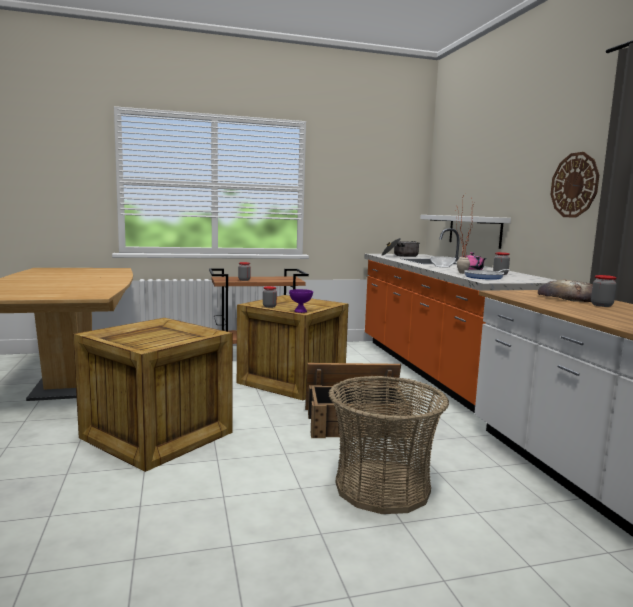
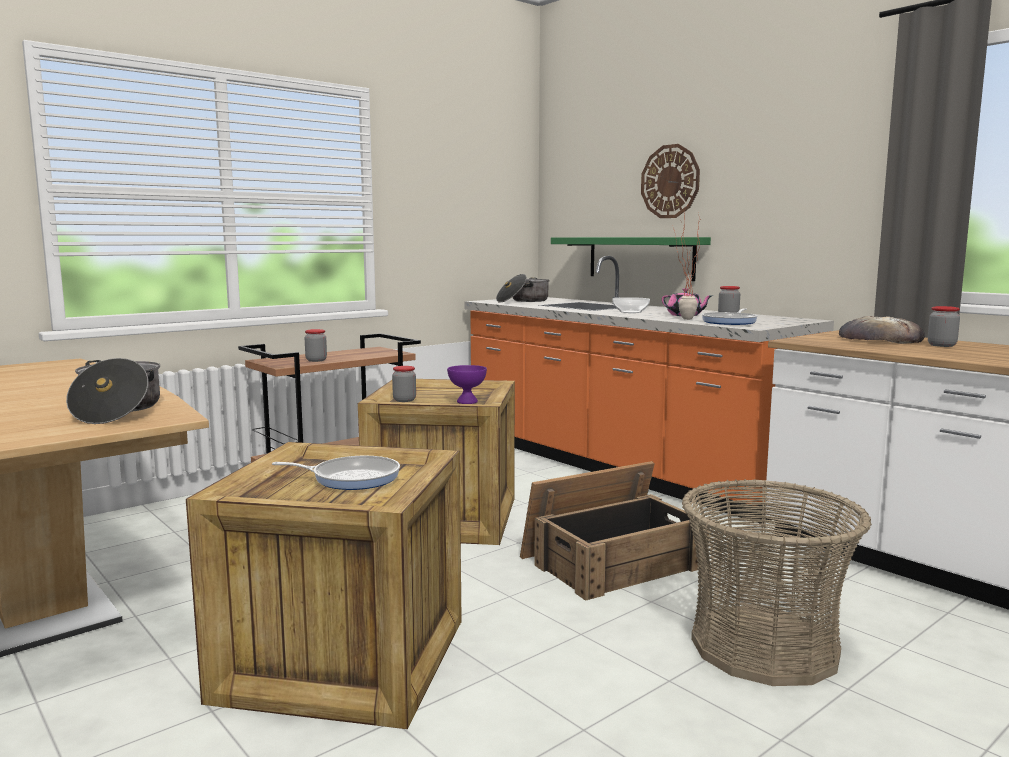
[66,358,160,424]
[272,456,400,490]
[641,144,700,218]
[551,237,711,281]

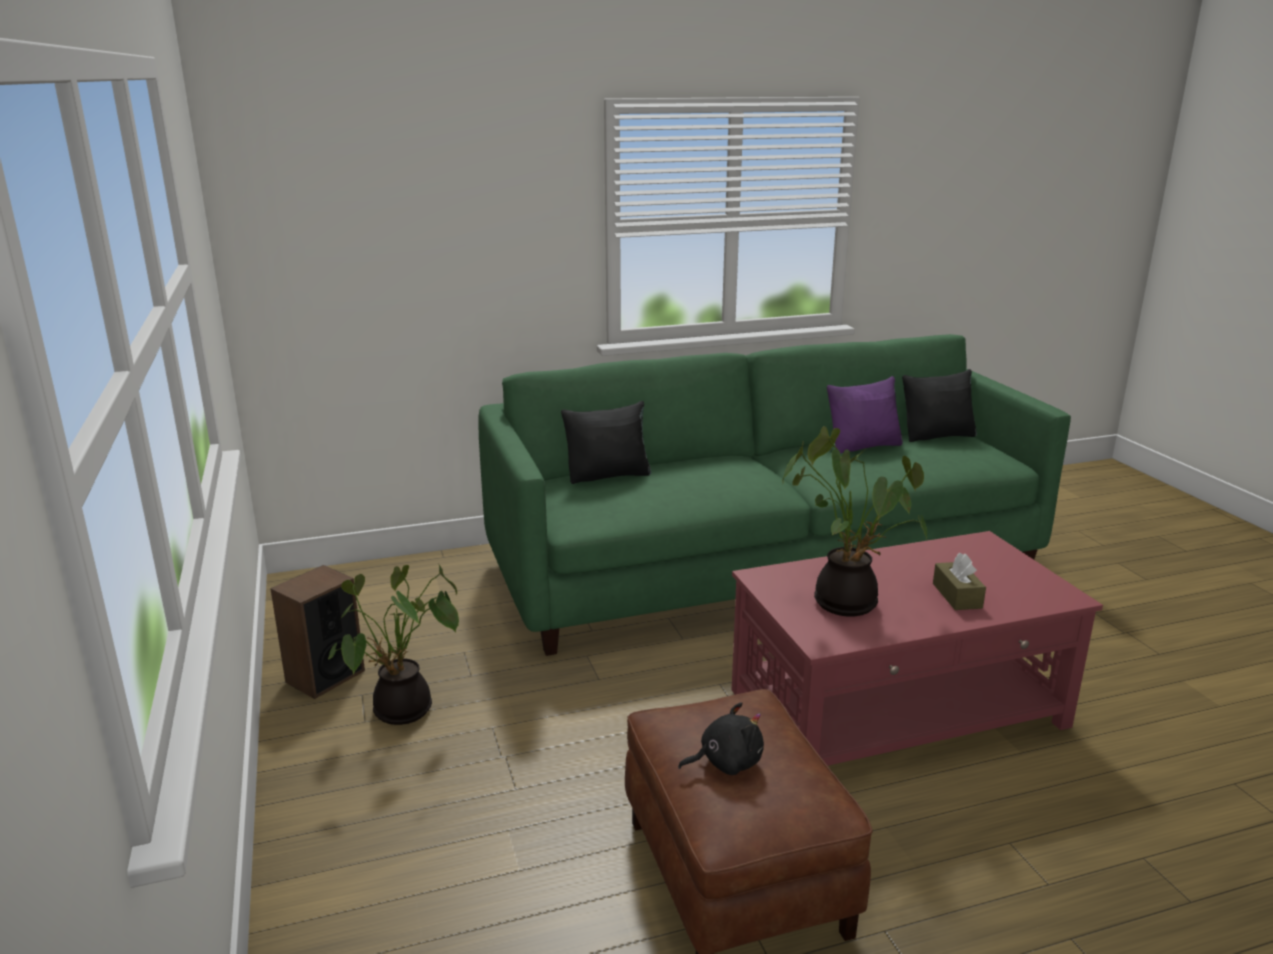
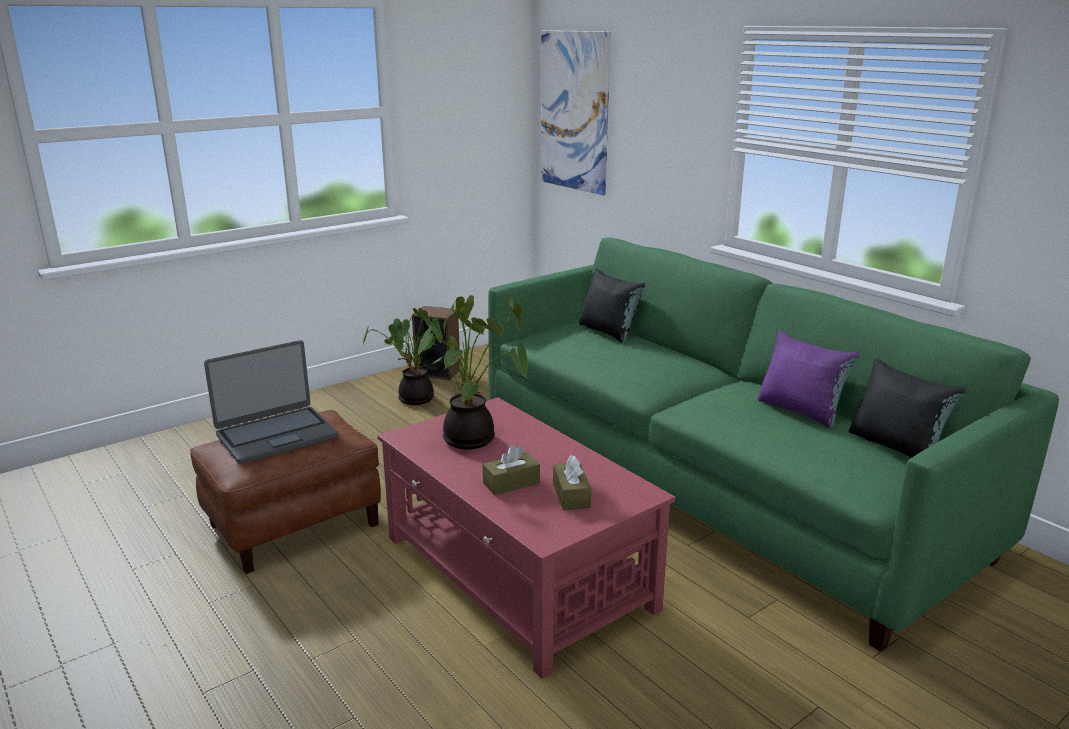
[541,30,611,195]
[553,455,592,510]
[204,340,338,464]

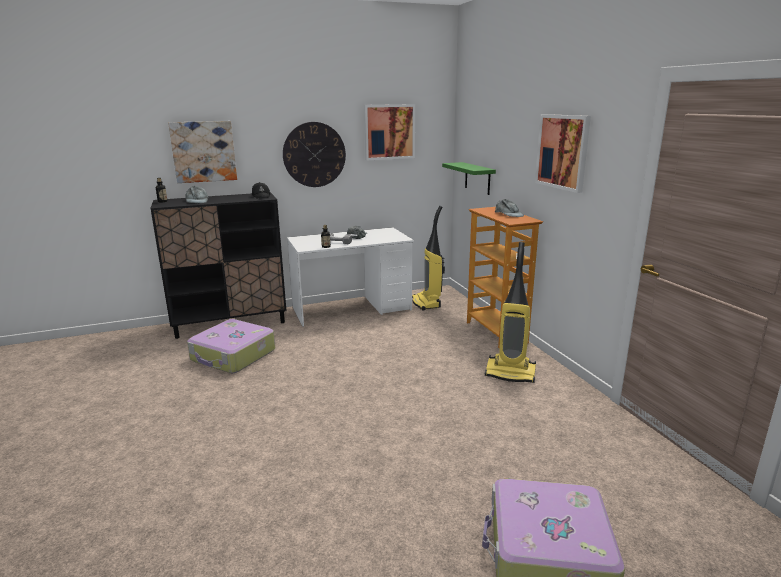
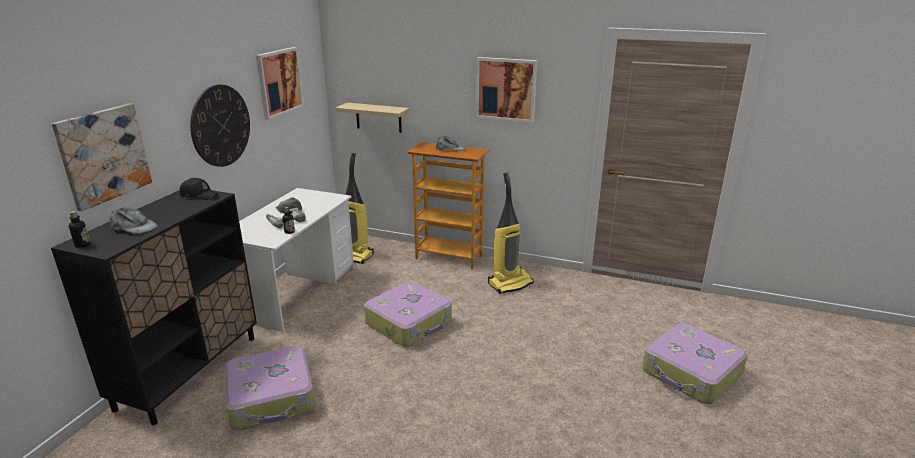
[364,281,452,347]
[335,103,410,133]

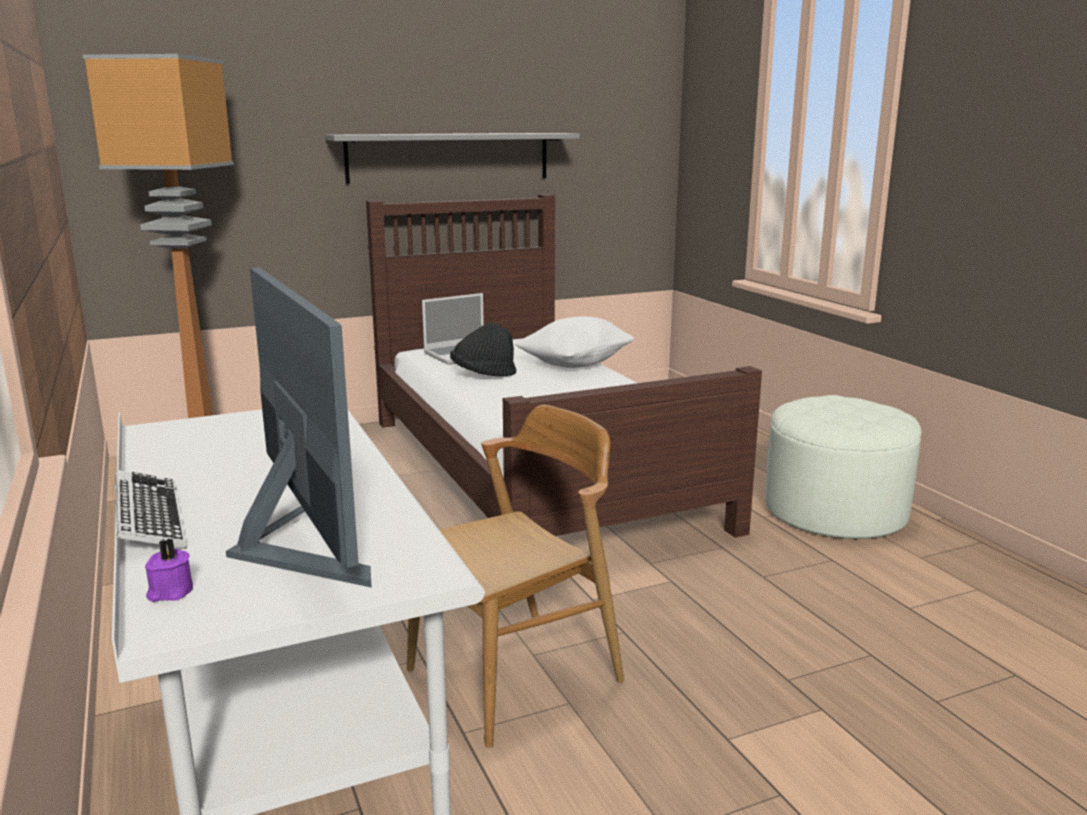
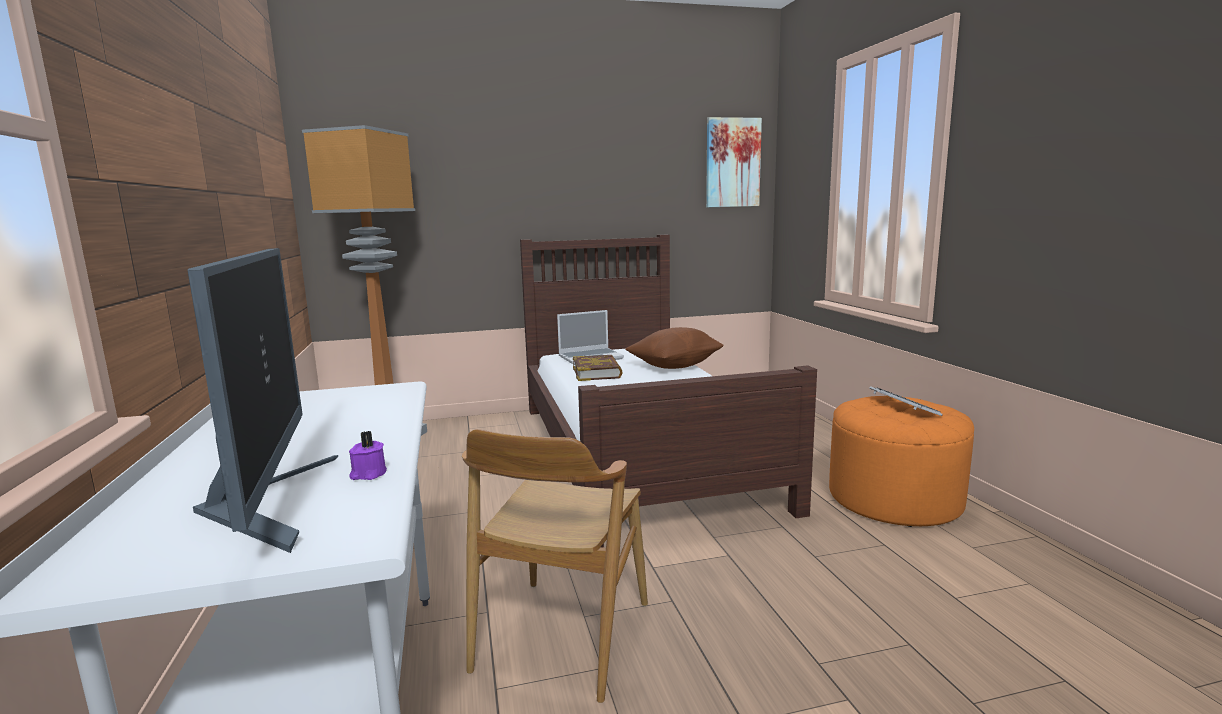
[325,133,580,184] (first image)
[706,117,762,207]
[869,386,942,416]
[349,431,387,480]
[573,355,623,381]
[625,327,724,369]
[829,395,974,527]
[462,429,648,703]

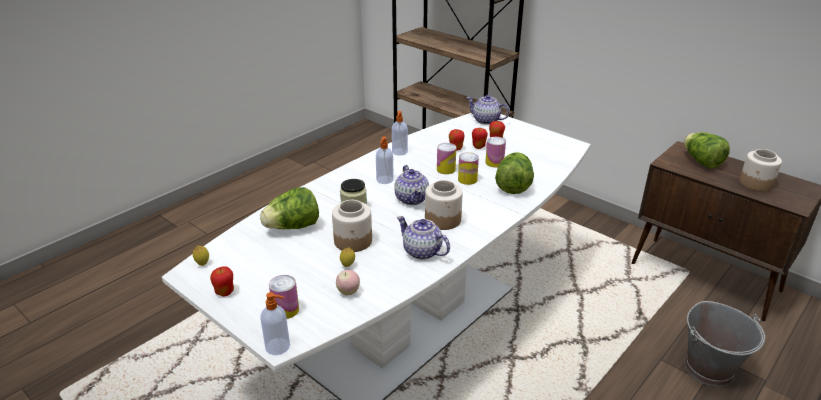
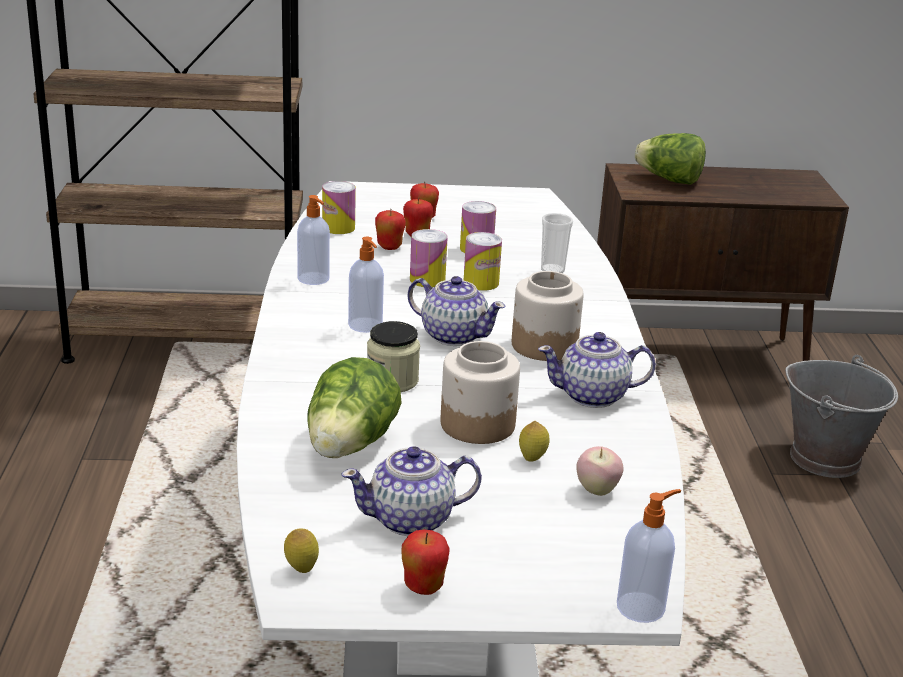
[739,149,782,192] (first image)
[322,181,356,234]
[341,446,482,536]
[541,213,573,273]

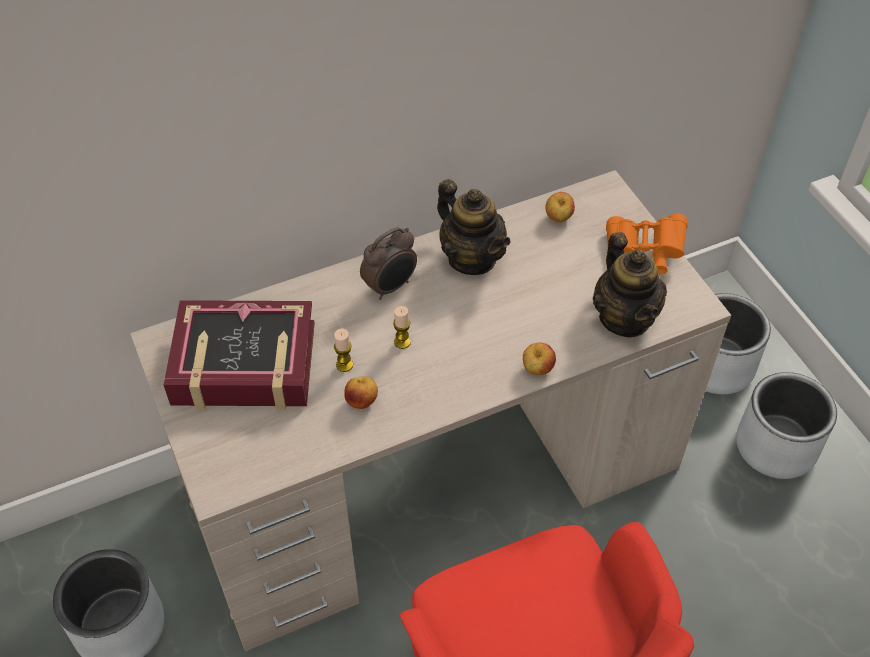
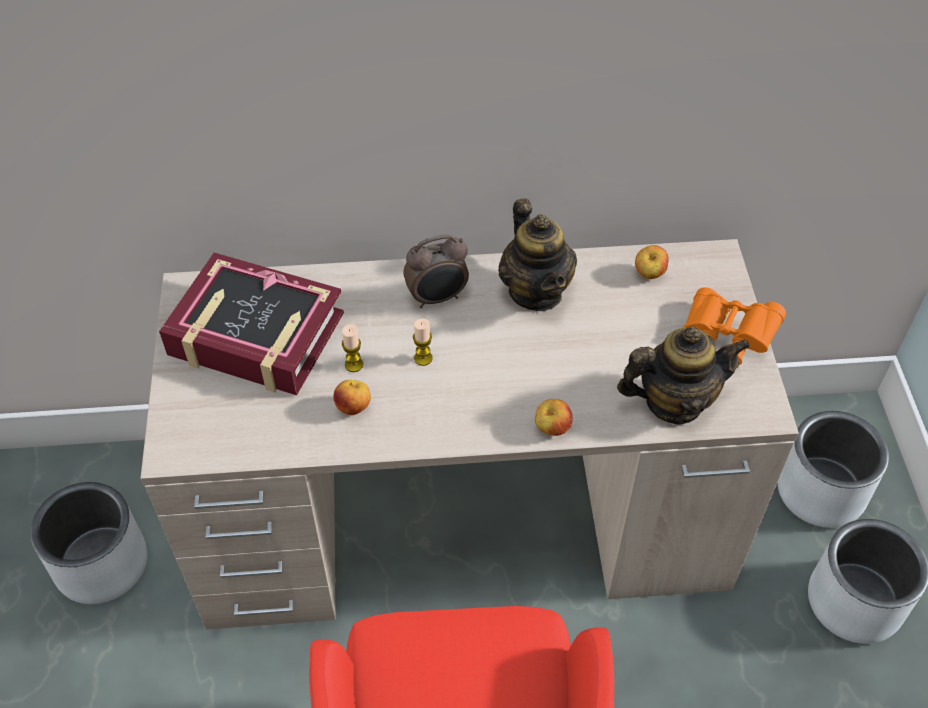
[617,326,750,425]

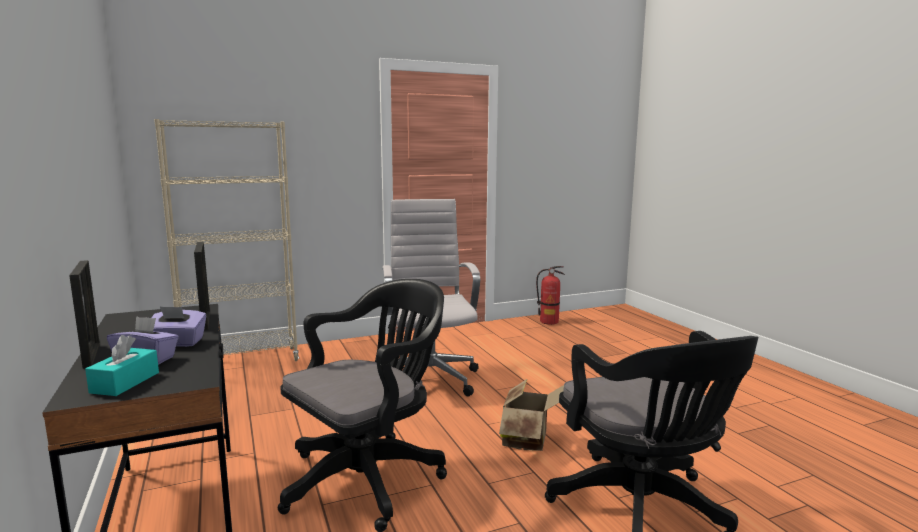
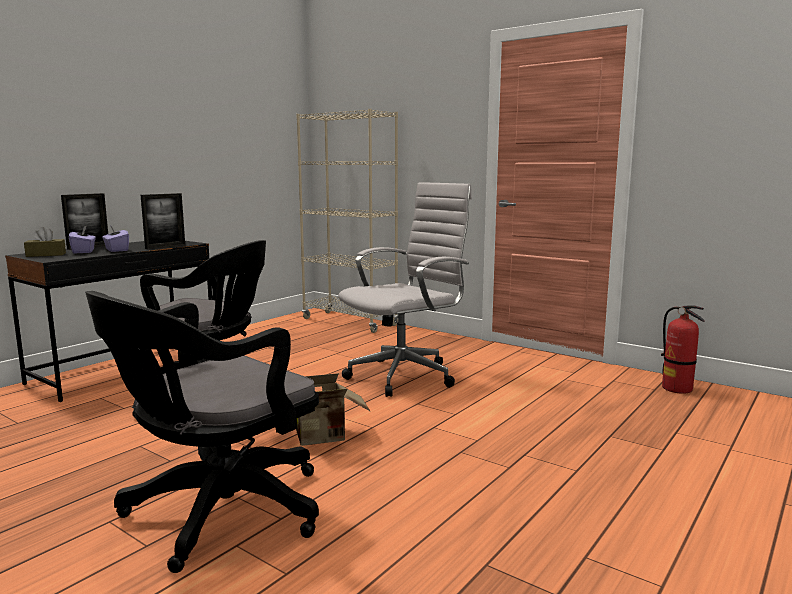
[24,227,66,257]

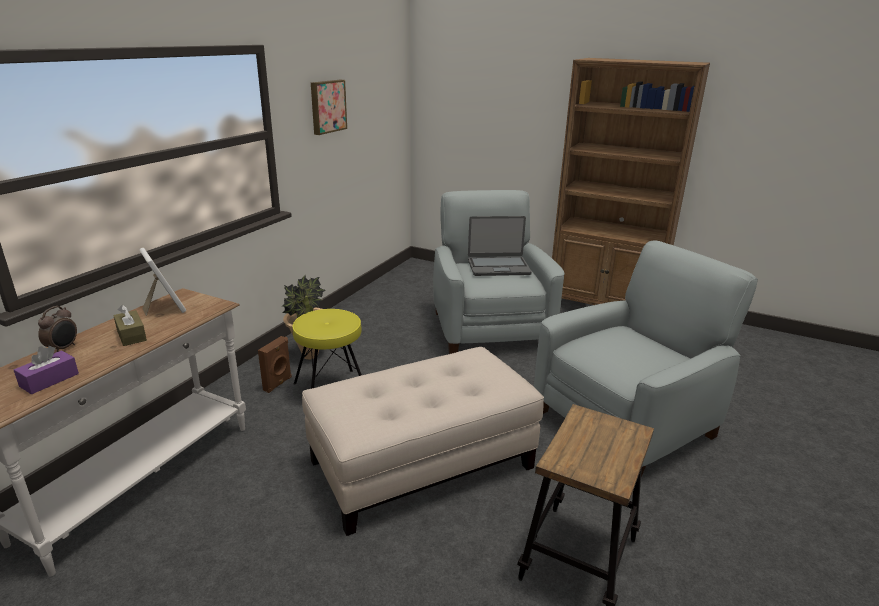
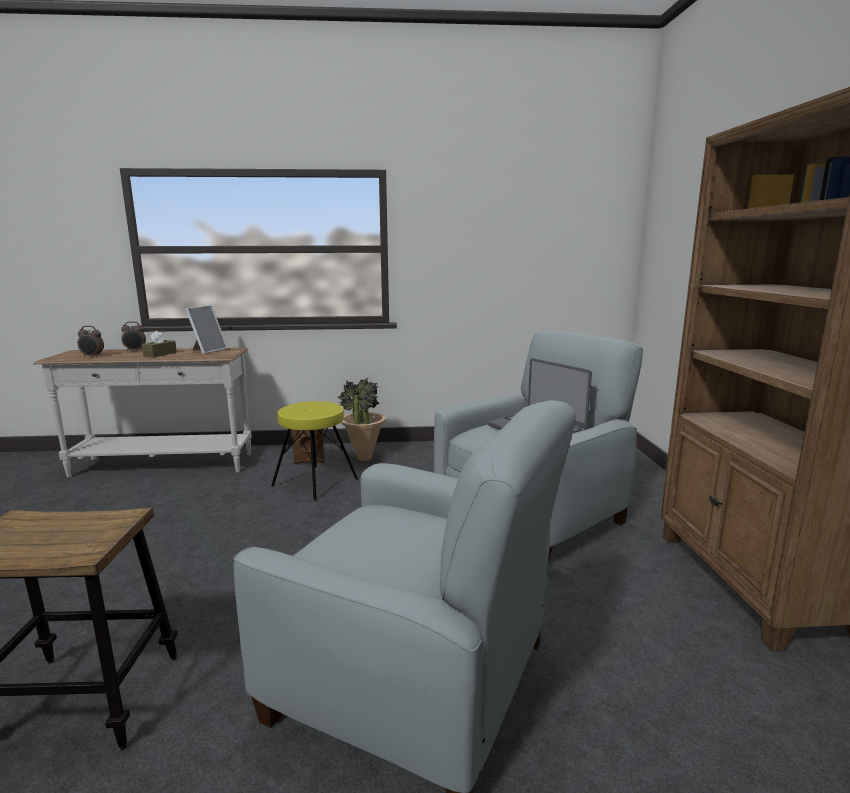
[302,347,544,536] (first image)
[311,80,347,135] (first image)
[78,326,104,357]

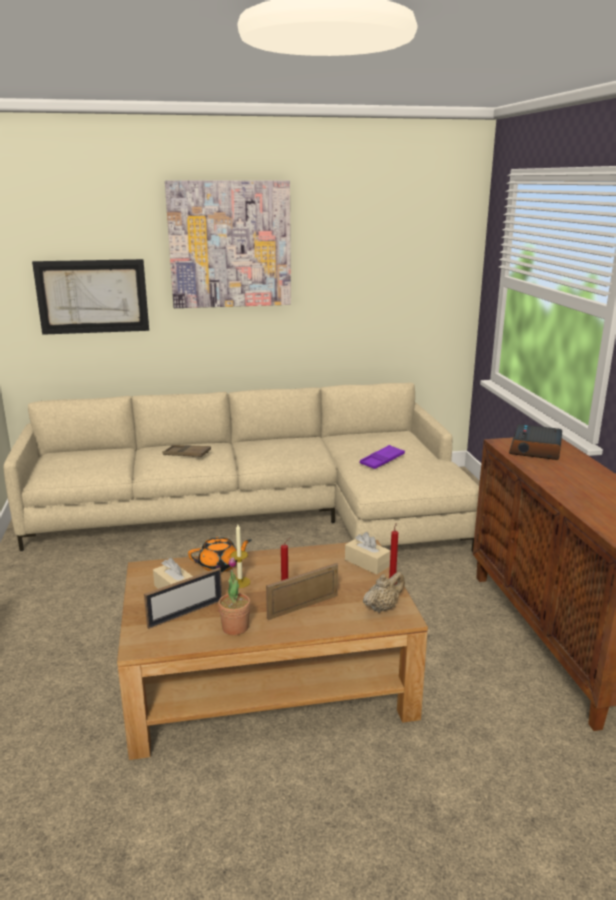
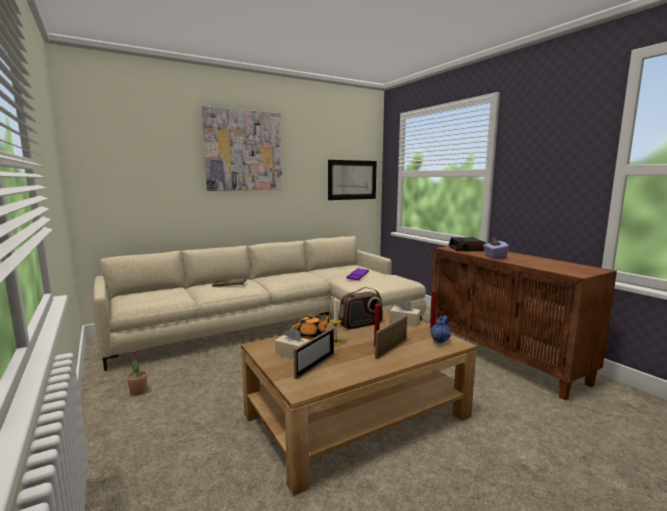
[339,287,383,330]
[483,237,509,259]
[328,160,376,200]
[127,349,147,396]
[430,316,451,343]

